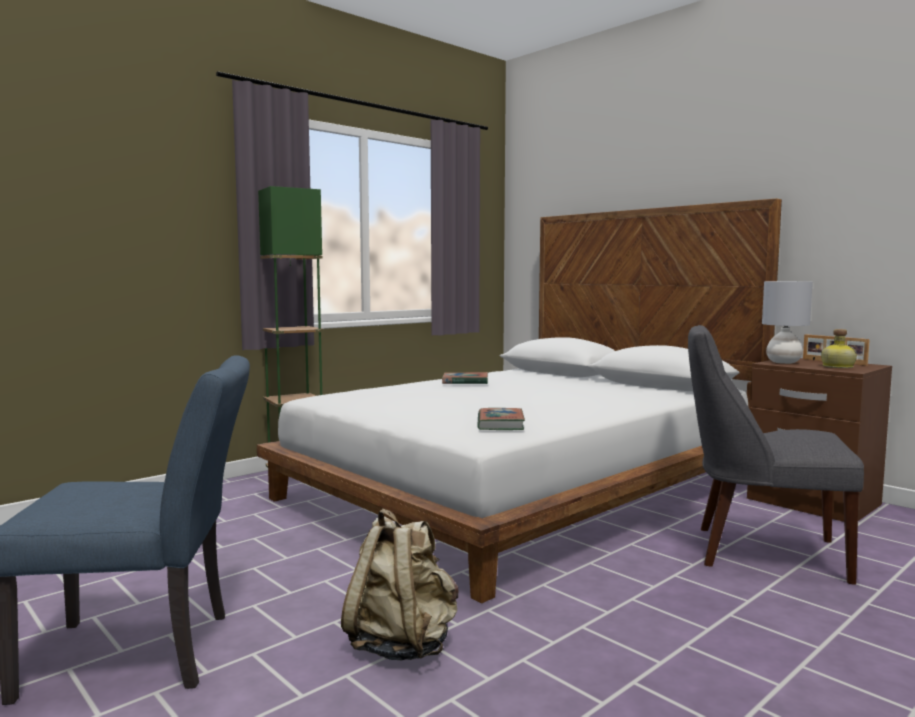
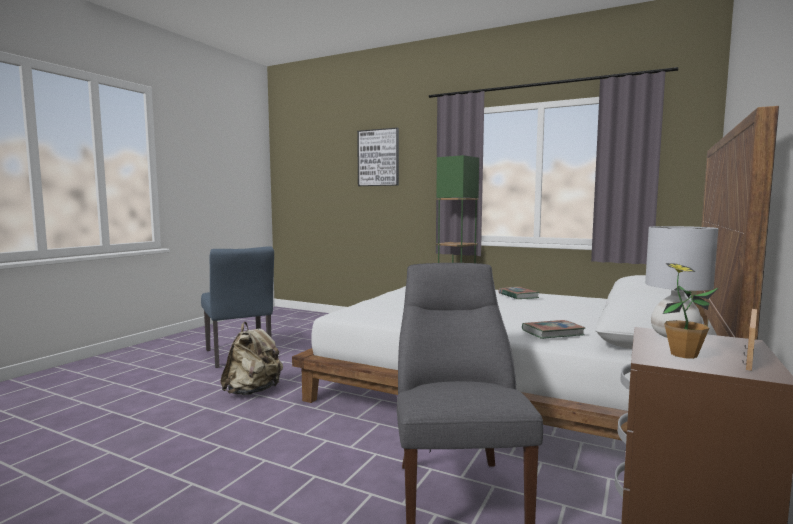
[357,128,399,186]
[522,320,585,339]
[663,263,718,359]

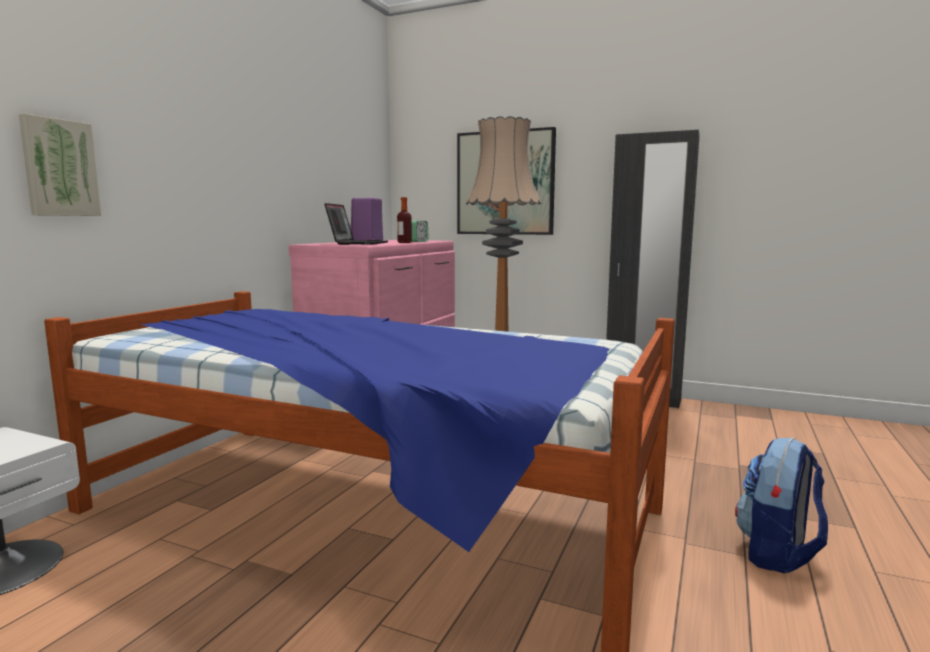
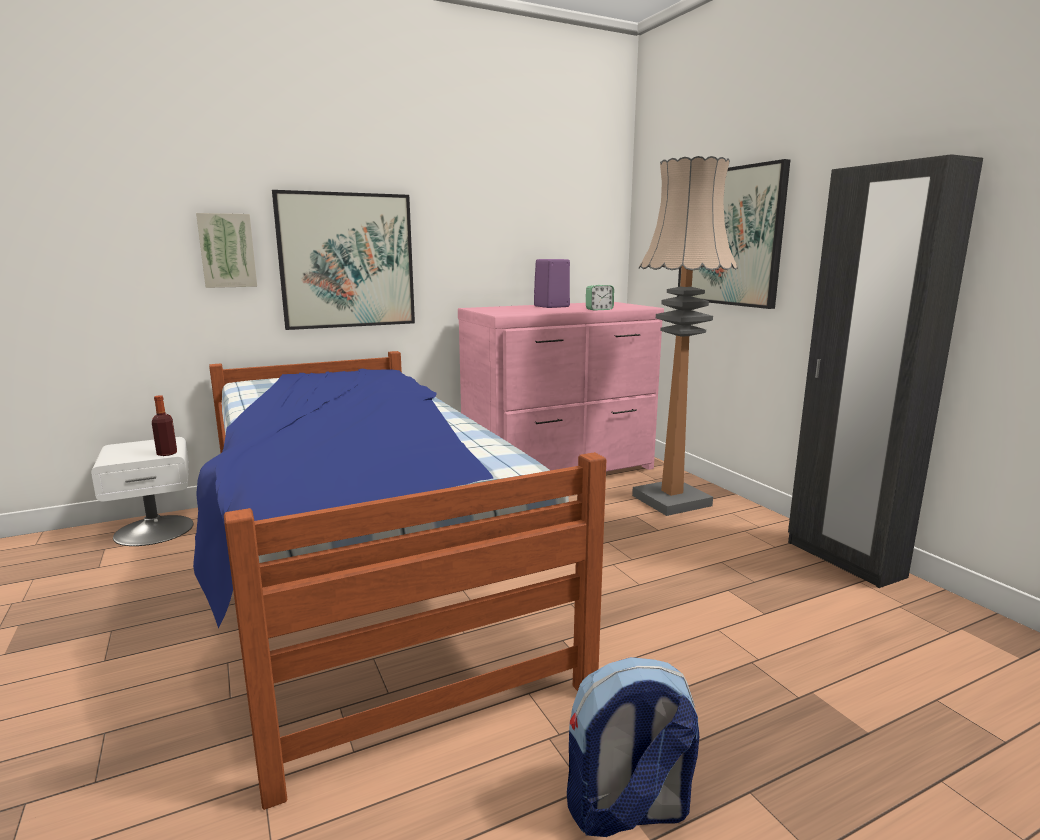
[324,203,389,245] (first image)
[272,190,415,330]
[152,395,177,456]

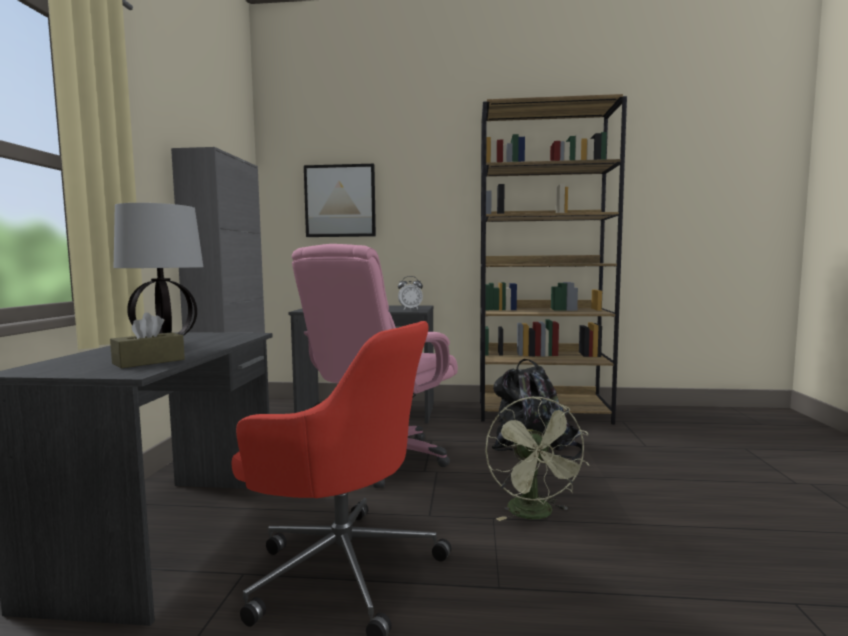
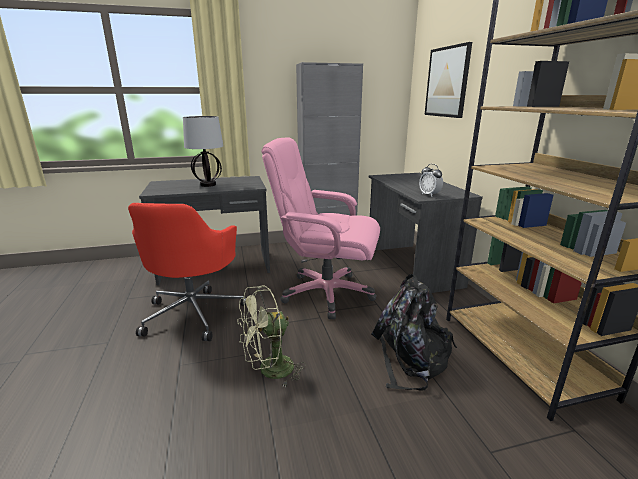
[110,312,185,368] (first image)

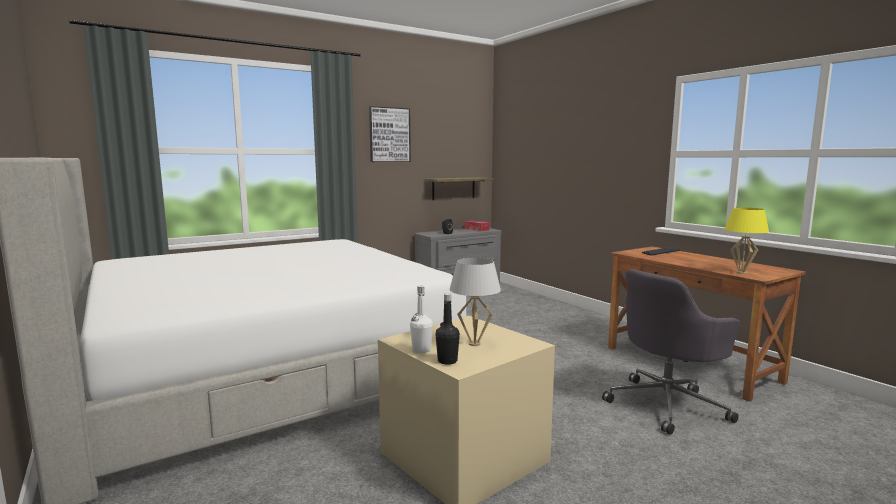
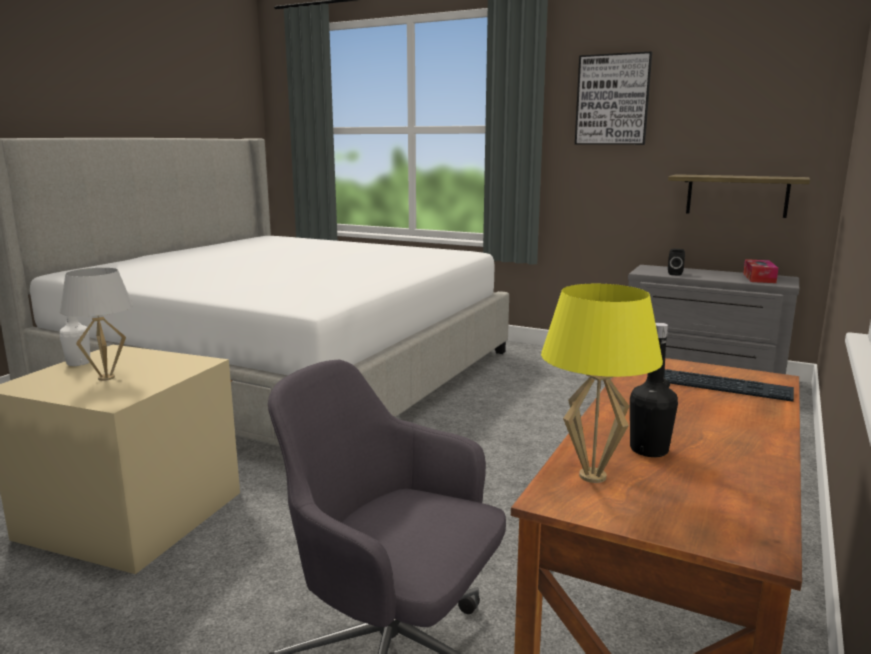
[630,323,678,457]

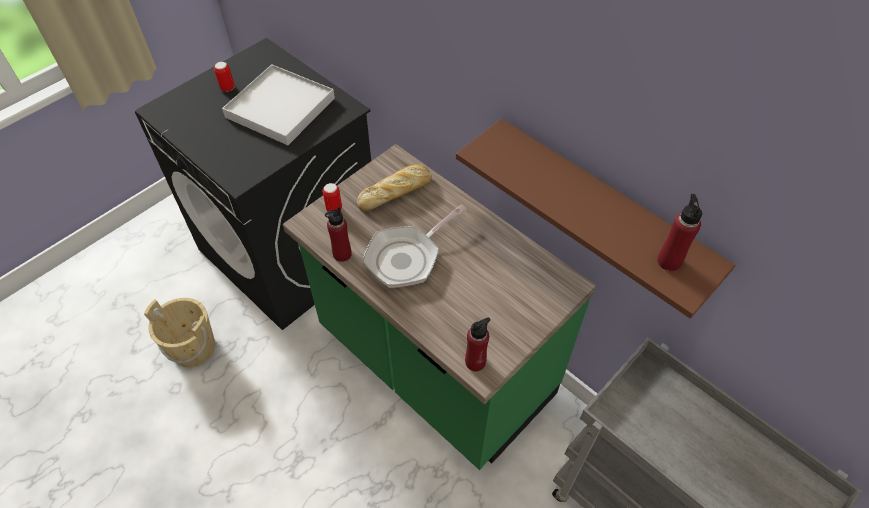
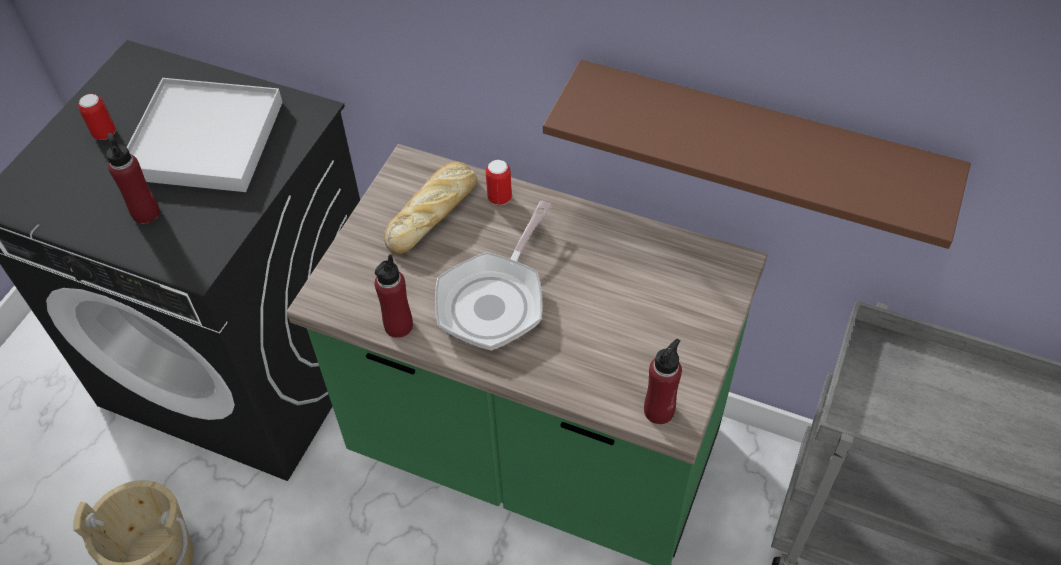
[486,160,512,205]
[106,133,160,224]

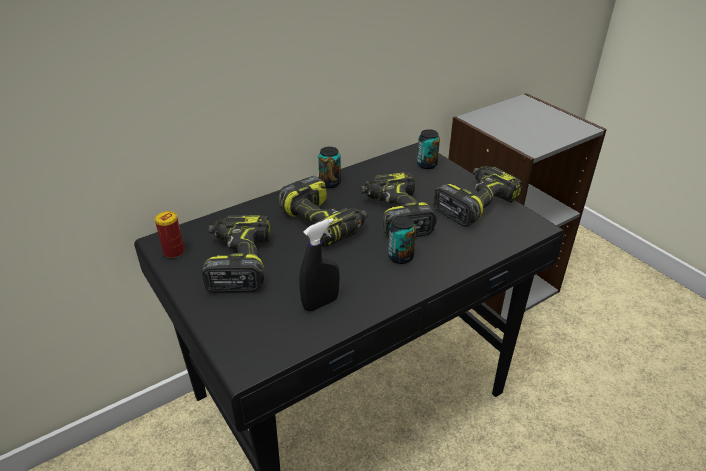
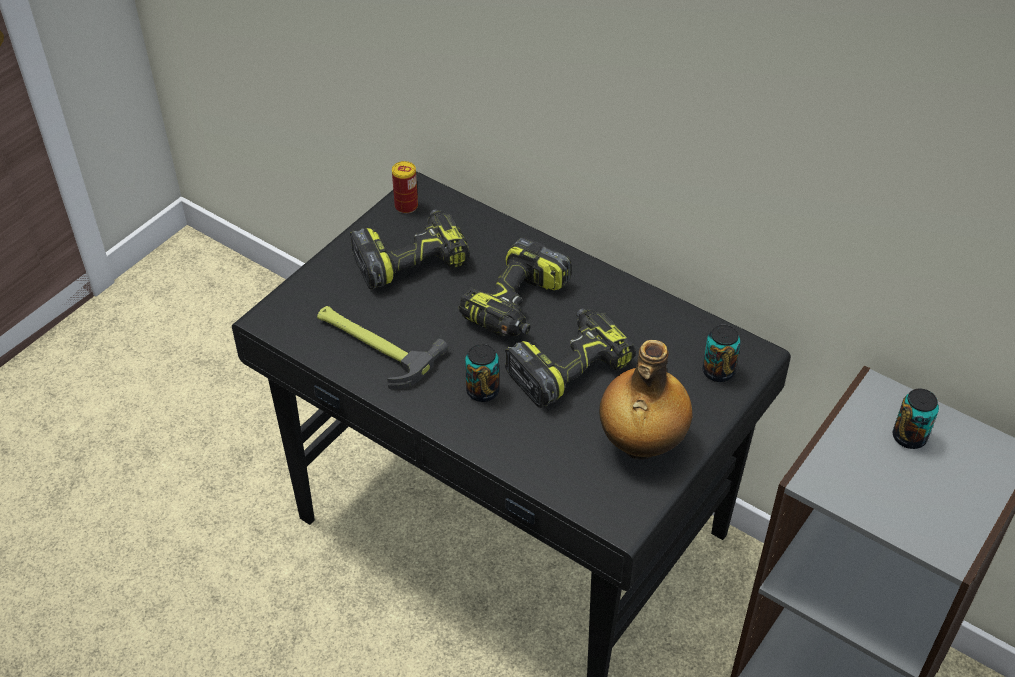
[893,389,939,449]
[317,306,448,389]
[599,340,692,460]

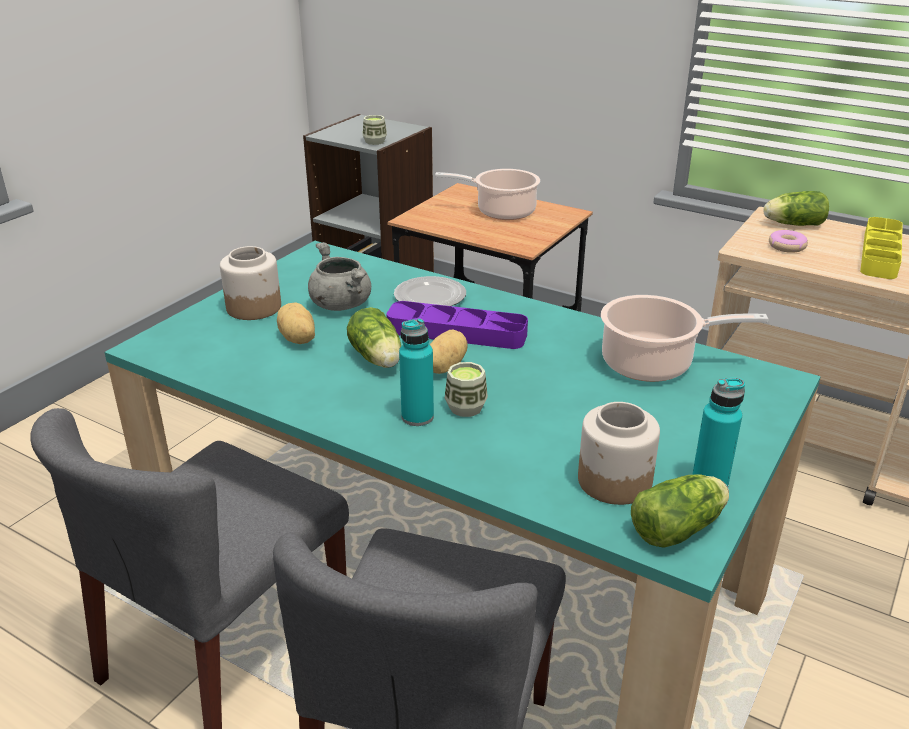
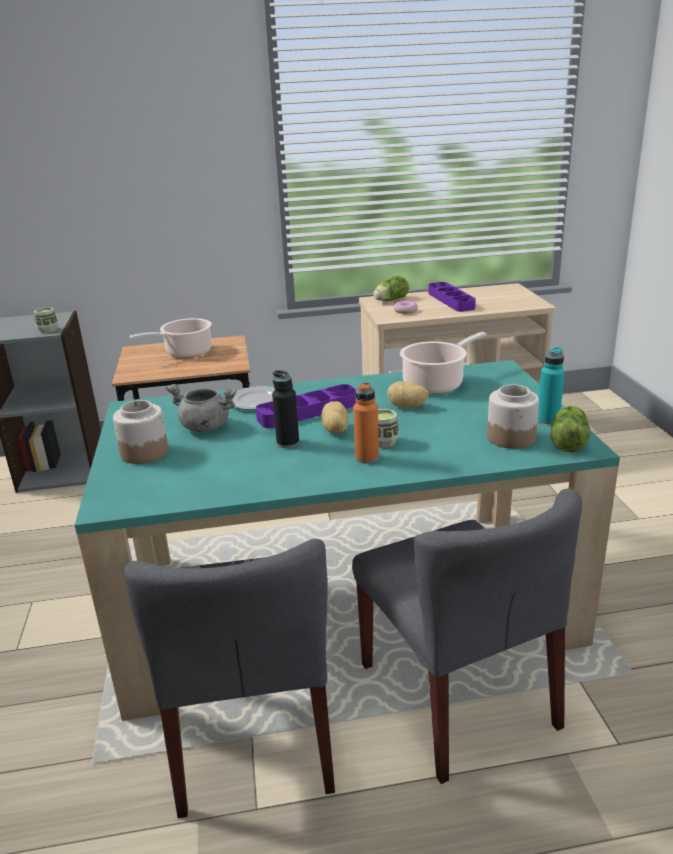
[387,381,429,408]
[272,370,299,448]
[353,382,379,464]
[429,282,476,312]

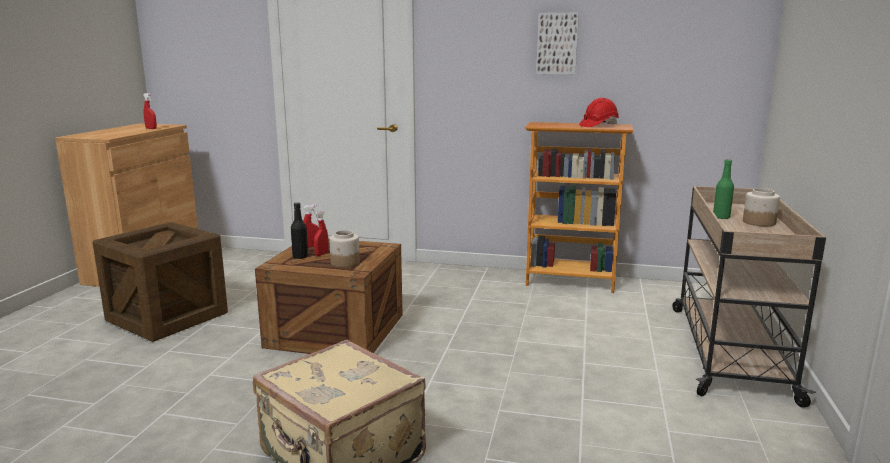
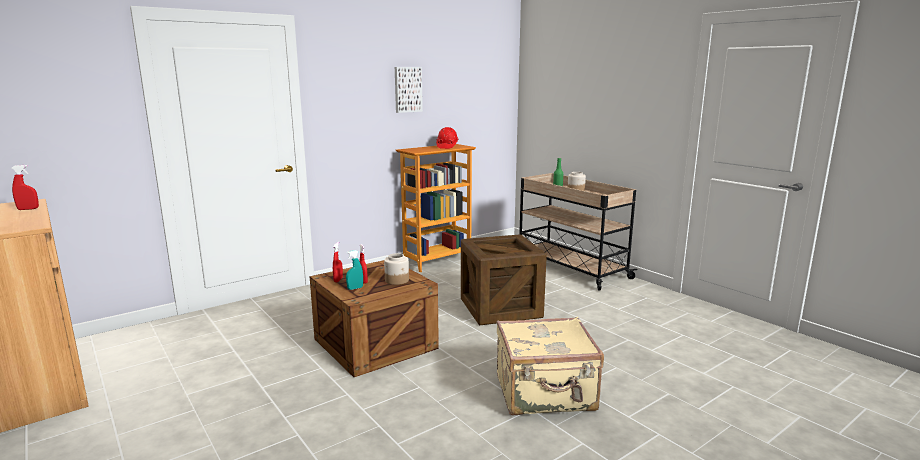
[461,234,547,325]
[346,250,363,290]

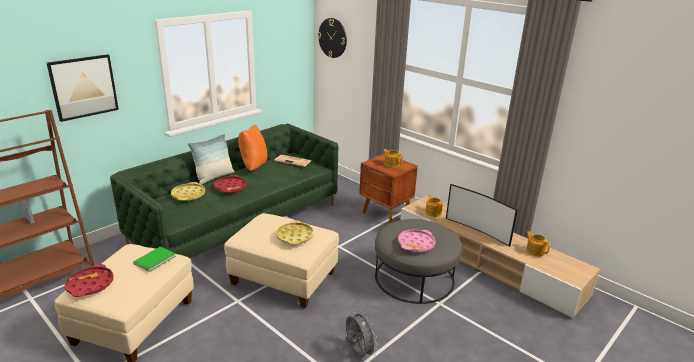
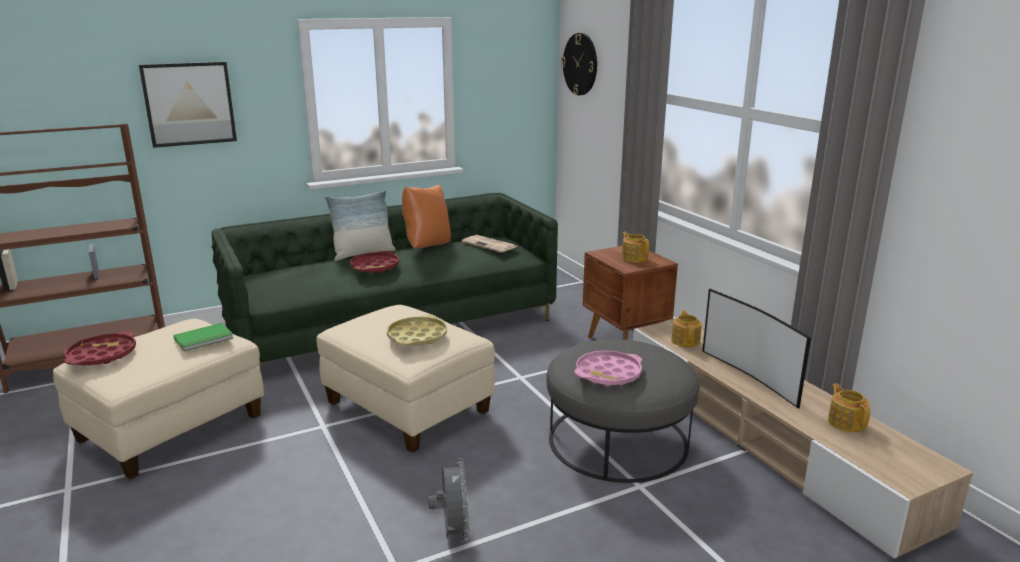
[171,182,205,201] (first image)

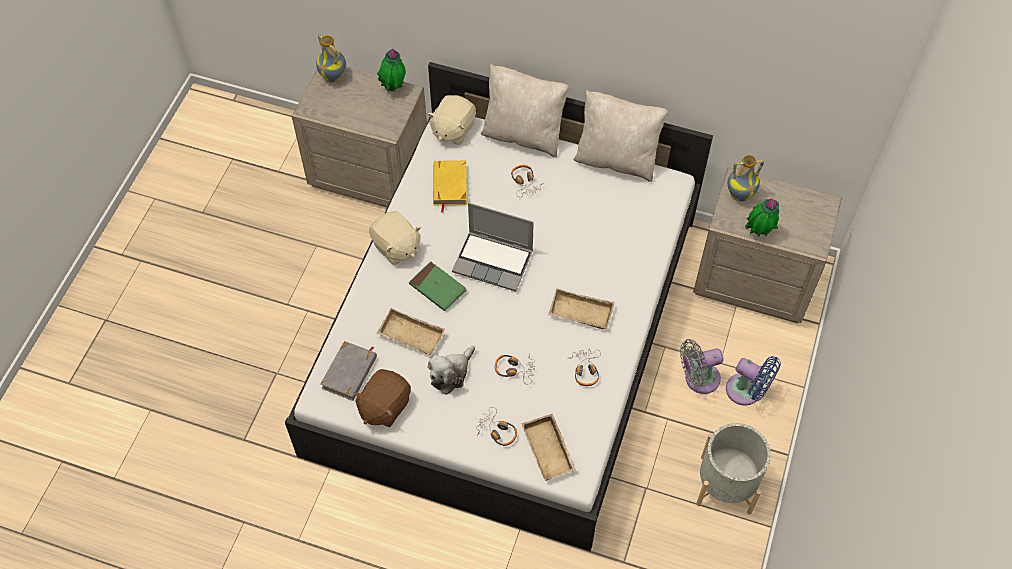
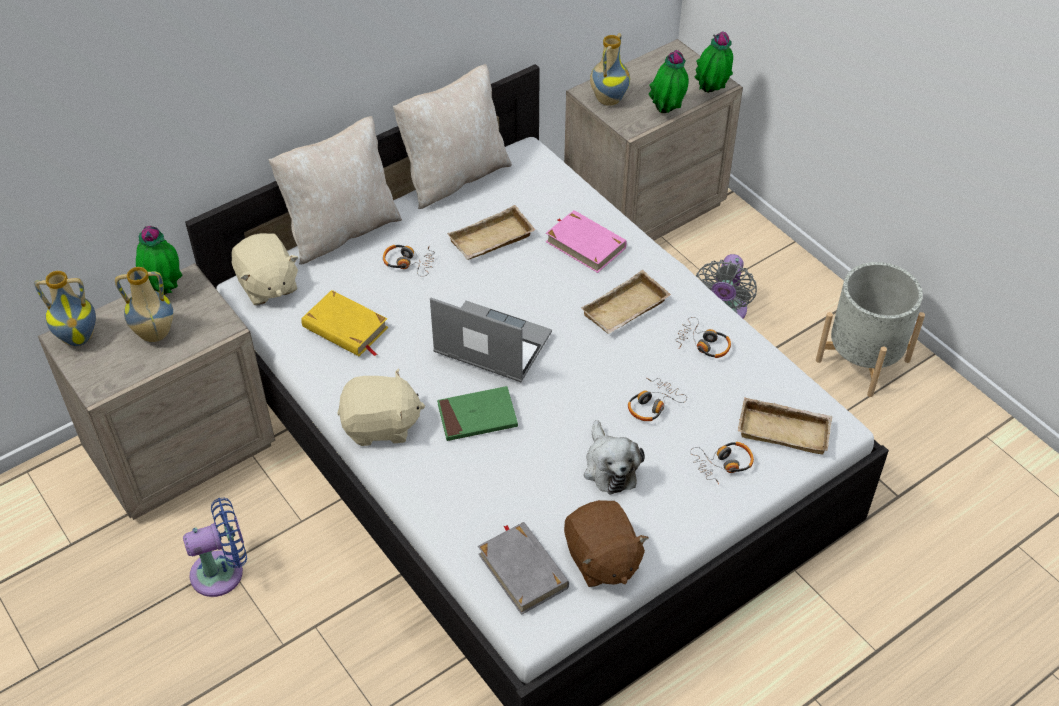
[115,267,173,342]
[546,210,627,273]
[694,32,733,93]
[447,205,536,260]
[183,498,247,597]
[430,297,552,382]

